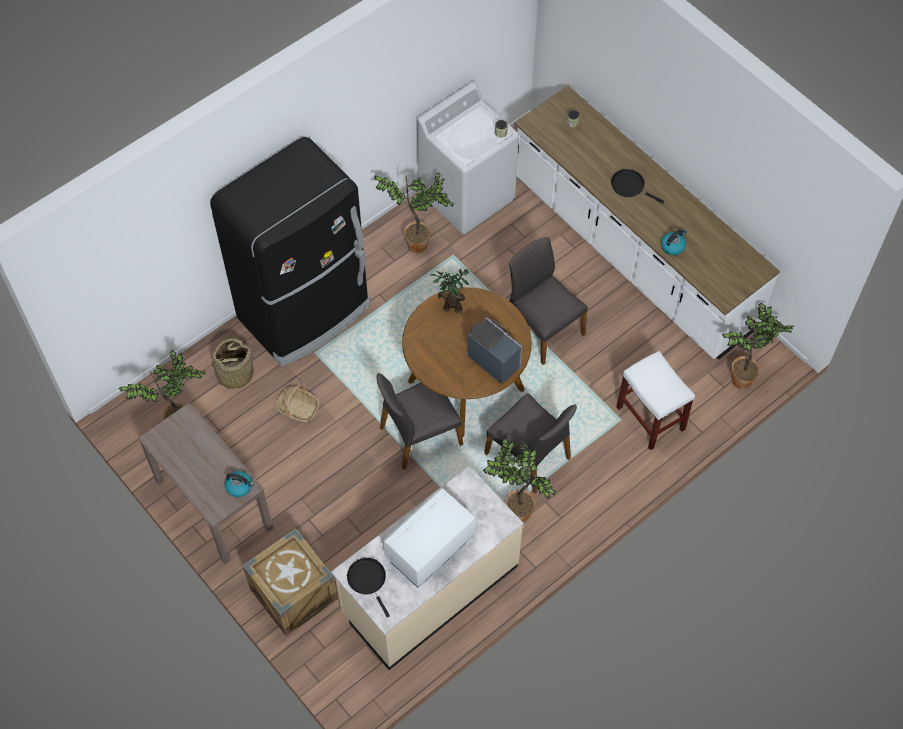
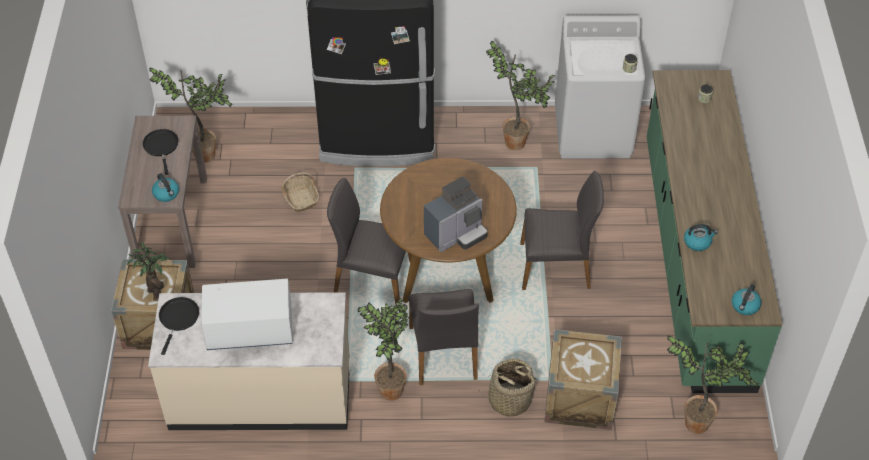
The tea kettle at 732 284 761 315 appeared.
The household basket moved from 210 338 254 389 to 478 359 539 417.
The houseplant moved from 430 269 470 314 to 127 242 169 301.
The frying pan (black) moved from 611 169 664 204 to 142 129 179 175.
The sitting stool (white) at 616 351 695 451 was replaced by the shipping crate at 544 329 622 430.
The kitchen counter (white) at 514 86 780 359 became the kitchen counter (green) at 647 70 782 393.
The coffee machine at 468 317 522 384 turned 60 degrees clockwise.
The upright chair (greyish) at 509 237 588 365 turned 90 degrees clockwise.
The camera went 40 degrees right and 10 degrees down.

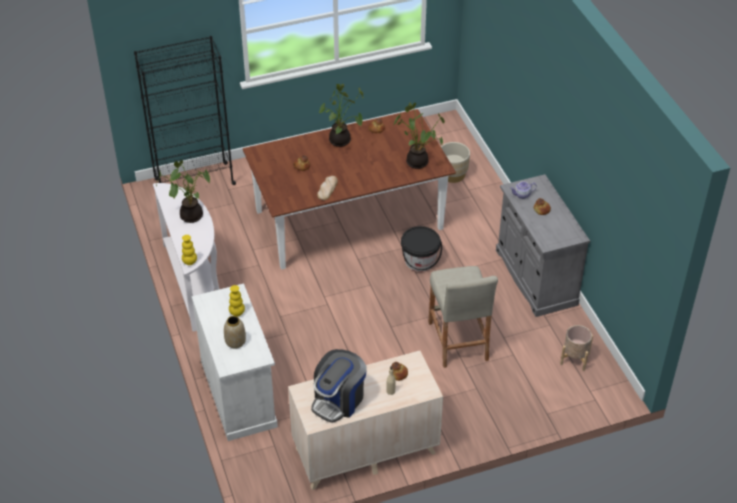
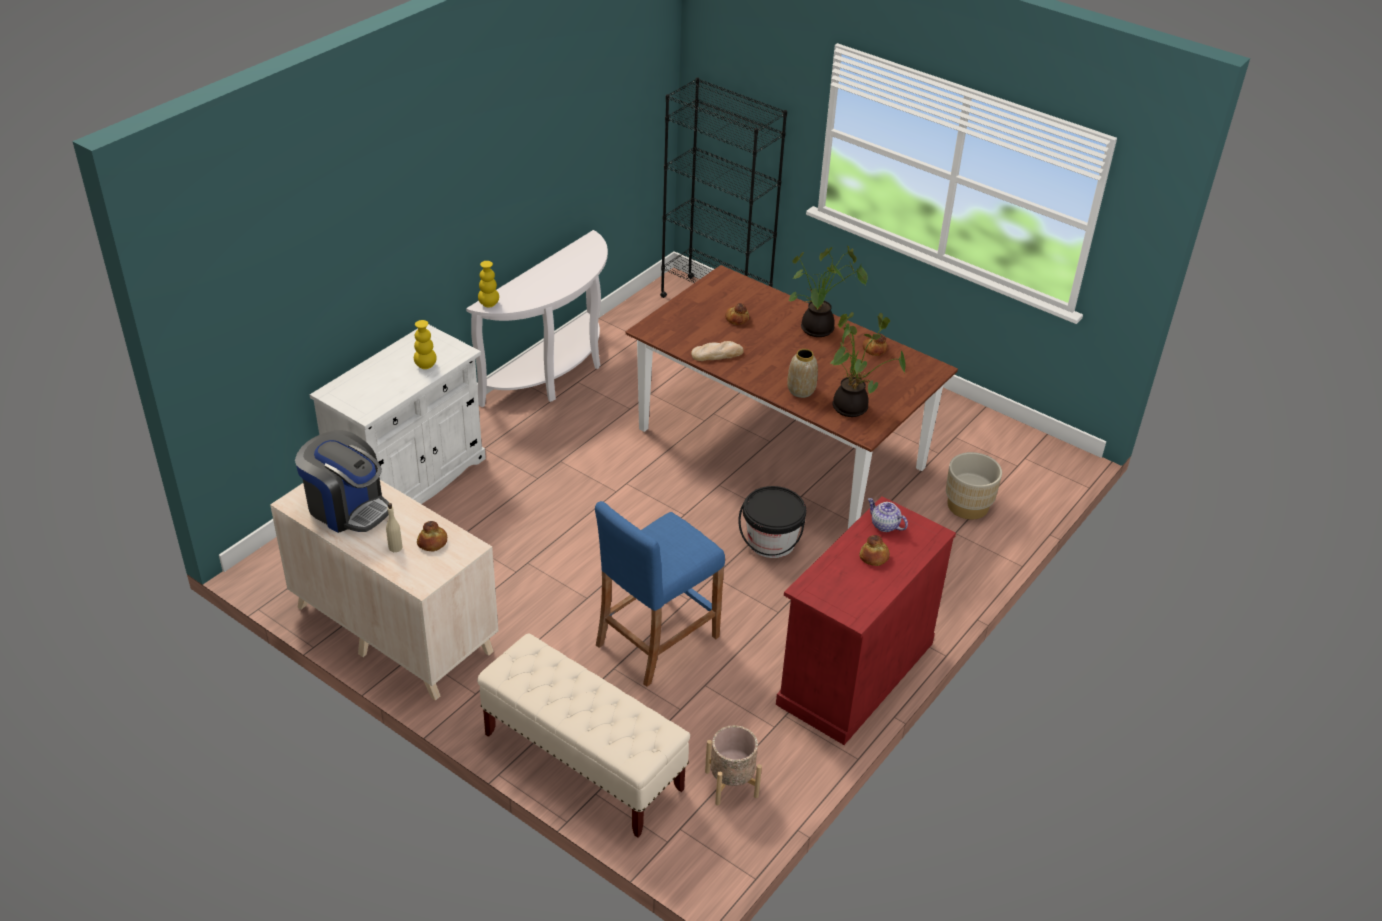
The houseplant at 156 160 210 223 disappeared.
The bench (sand-coloured) at 477 633 690 838 appeared.
The vase moved from 224 316 246 349 to 787 349 818 398.
The sitting stool (sand-coloured) at 428 266 498 368 became the sitting stool (blue-coloured) at 595 501 725 687.
The cabinet (greyish) at 496 174 590 317 became the cabinet (red) at 776 496 956 745.
The coffee machine at 311 349 367 423 turned 150 degrees counterclockwise.
The camera went 55 degrees right and 5 degrees down.

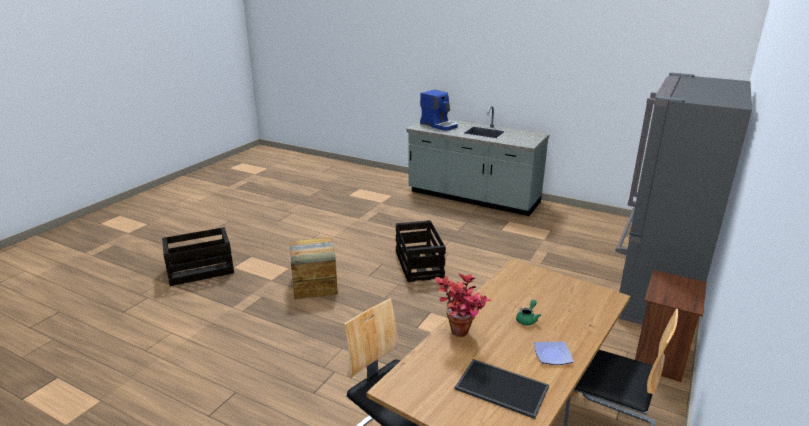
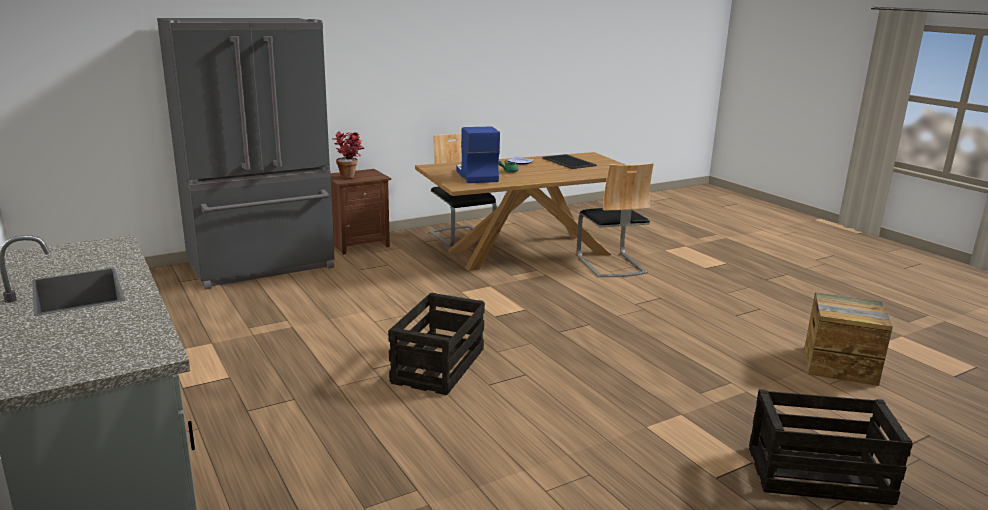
The shipping crate moved from 289 237 338 299 to 805 292 893 386.
The coffee machine moved from 420 90 458 131 to 456 127 500 183.
The houseplant moved from 435 273 492 337 to 333 131 364 179.
The camera went 150 degrees left and 5 degrees down.

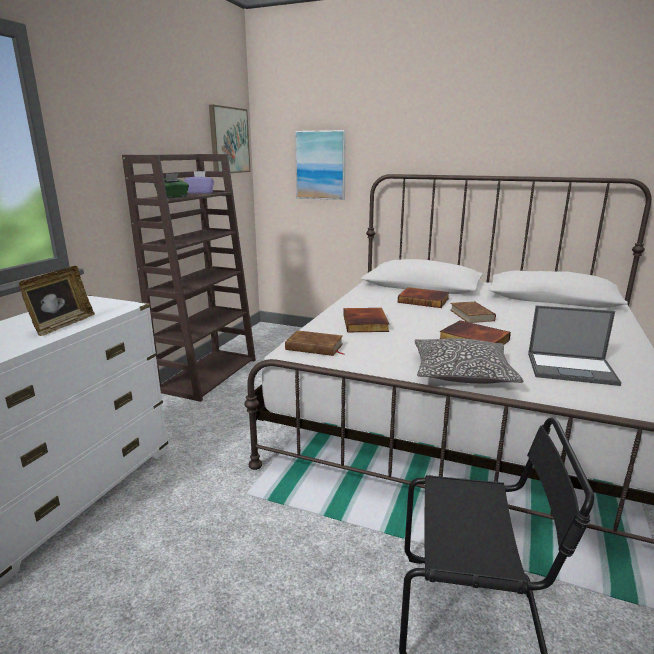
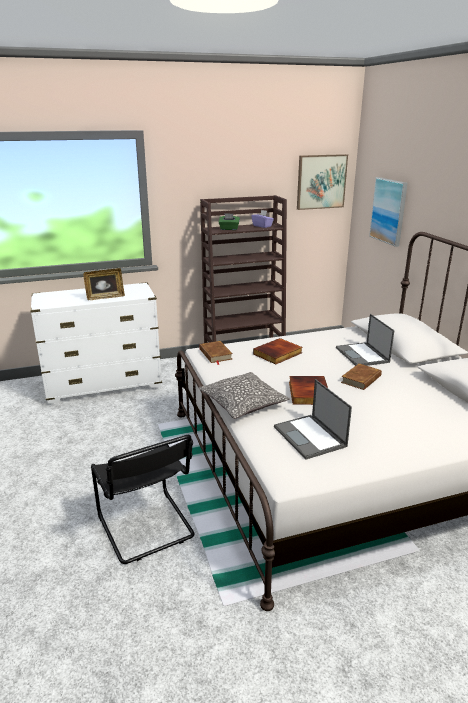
The volume at 398 287 449 308 was replaced by the laptop at 336 314 395 366.
The camera went 50 degrees right and 5 degrees up.

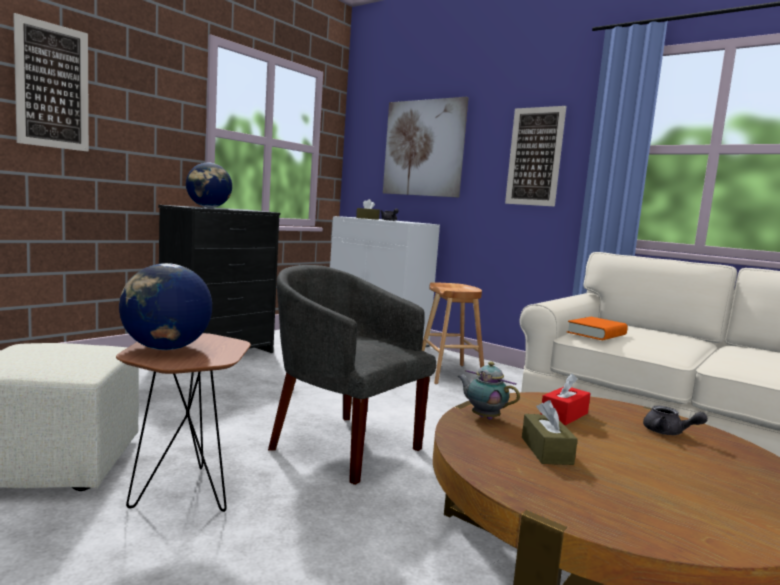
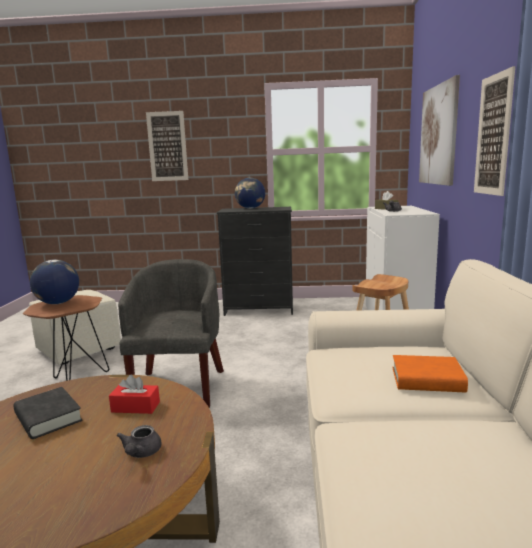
The pot for tea at 458 362 520 420 disappeared.
The volume (orange) moved from 567 317 628 340 to 392 355 468 393.
The box of tissues (brown) at 522 400 578 465 was replaced by the volume (black) at 14 387 83 439.
The camera went 55 degrees right and 5 degrees up.

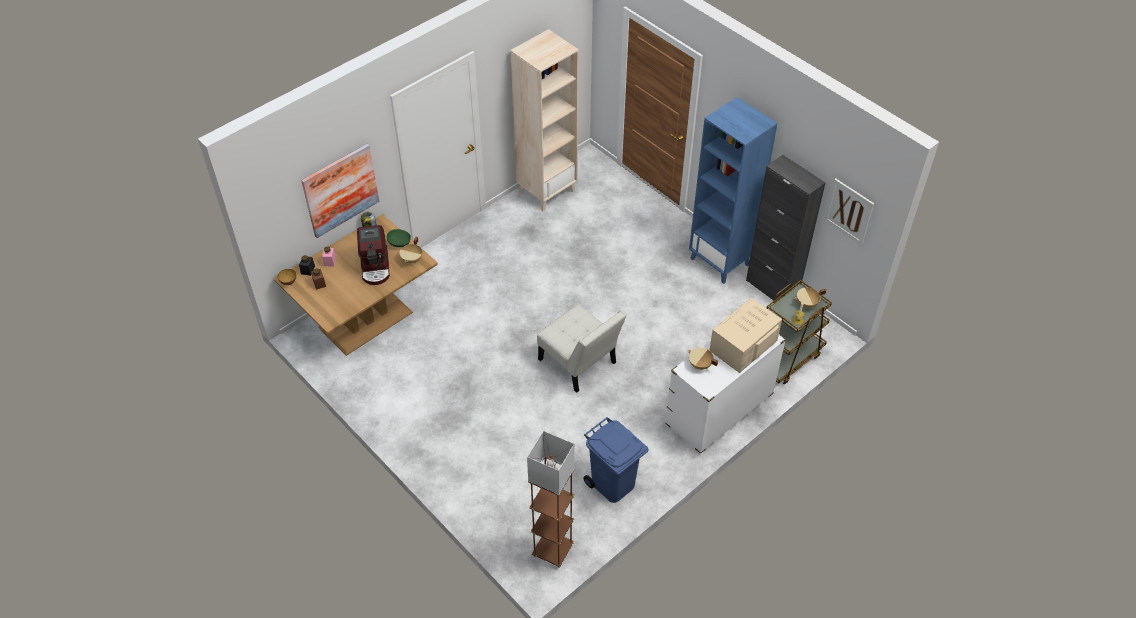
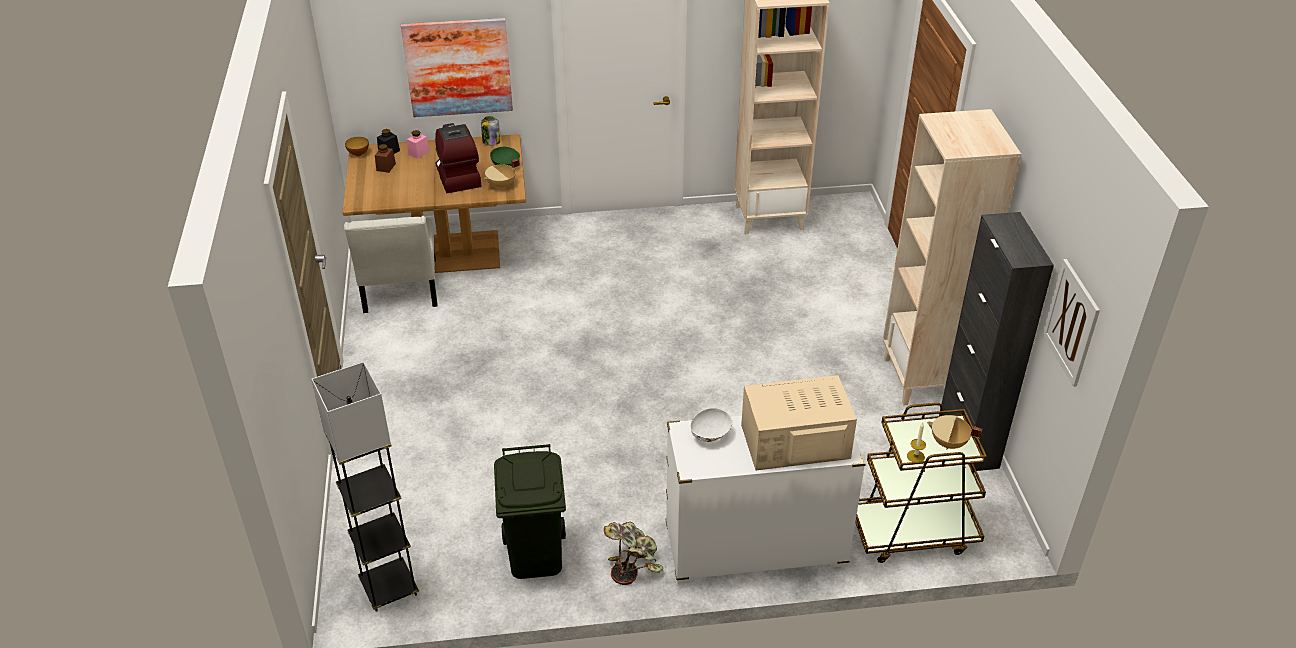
The houseplant at 604 522 664 585 appeared.
The upright chair (white) moved from 537 305 627 393 to 344 216 438 313.
The cooking pot (sand-coloured) at 688 347 718 370 was replaced by the serving bowl (white) at 690 408 732 442.
The floor lamp (brown) at 527 431 575 568 became the floor lamp (greyish) at 312 362 419 612.
The rubbish bin (blue-coloured) at 583 417 648 503 became the rubbish bin (green) at 494 444 566 579.
The bookshelf (blue-coloured) at 689 97 777 284 became the bookshelf (sand-coloured) at 883 109 1021 405.
The coffee machine at 357 225 390 285 turned 135 degrees clockwise.
The camera went 35 degrees right and 10 degrees down.

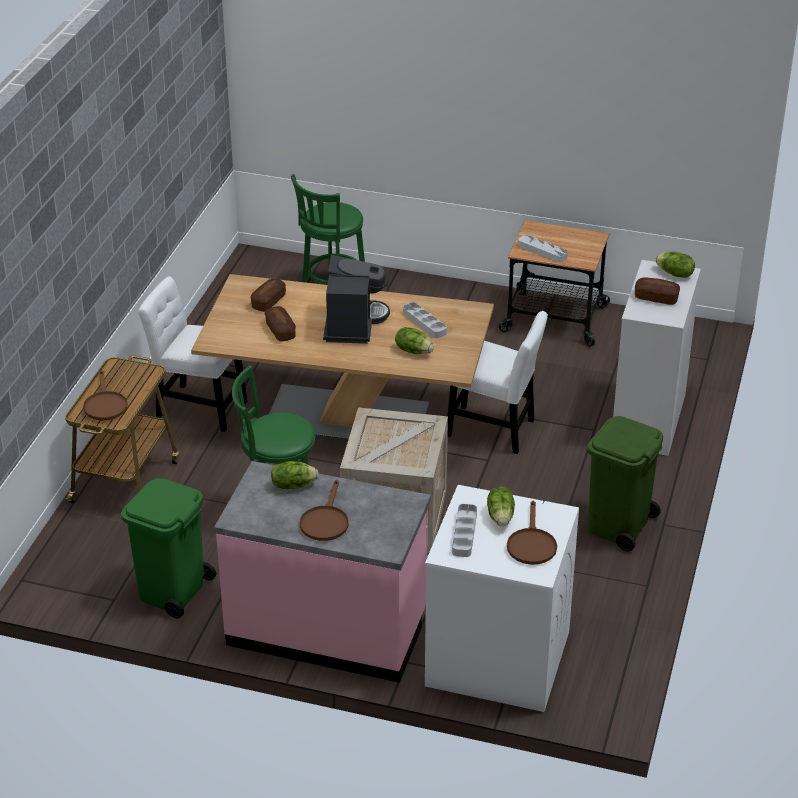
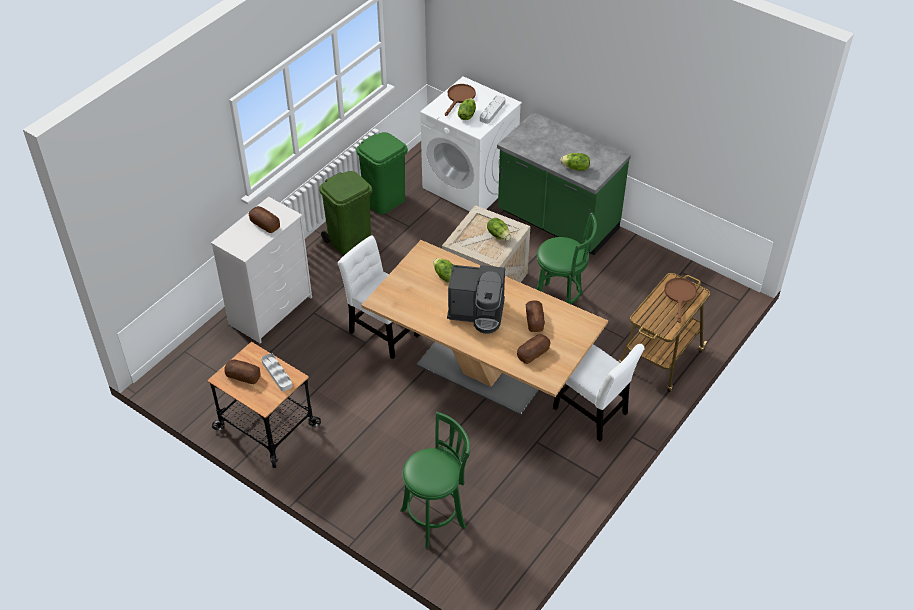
The frying pan (brown) at 300 479 349 541 disappeared.
The carrying tray (greyish) at 403 302 447 338 disappeared.
The bread at 224 360 261 384 appeared.
The rubbish bin (green) moved from 121 478 216 619 to 356 132 408 214.
The head of lettuce moved from 655 251 695 278 to 487 218 511 241.
The kitchen counter (pink-coloured) at 214 461 431 683 became the kitchen counter (green) at 497 112 631 255.
The coffee machine at 323 255 390 344 turned 105 degrees counterclockwise.
The camera went 160 degrees left and 10 degrees up.

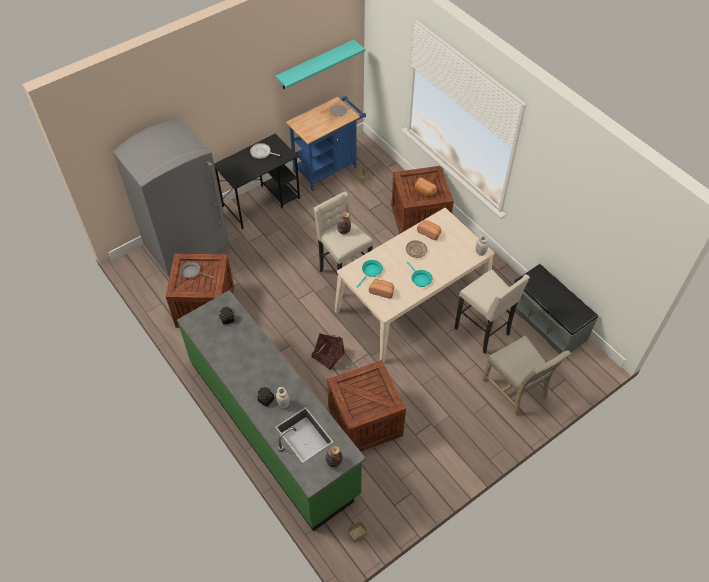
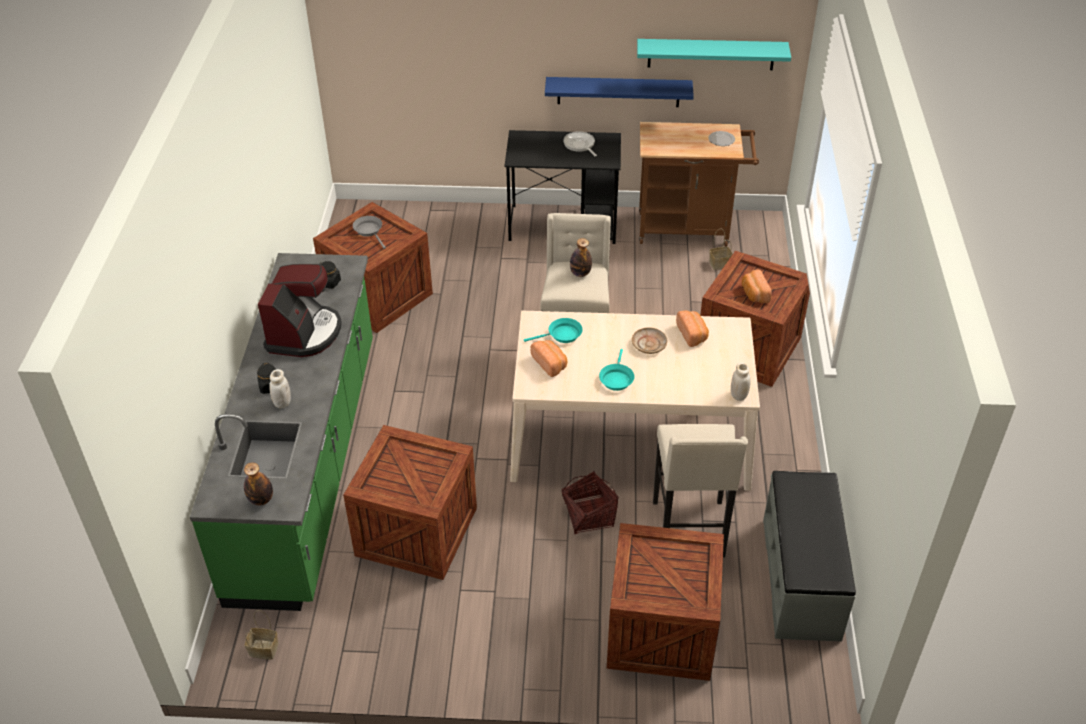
The fridge (greyish) at 113 120 230 277 disappeared.
The coffee machine at 258 264 341 357 appeared.
The wall shelf (blue-coloured) at 545 77 694 107 appeared.
The household basket moved from 312 333 345 370 to 562 471 618 534.
The upright chair (sand-coloured) at 483 335 571 416 was replaced by the shipping crate at 607 523 724 681.
The trolley (blue-coloured) at 286 96 366 191 became the trolley (brown) at 639 122 759 246.
The camera went 40 degrees right and 10 degrees down.

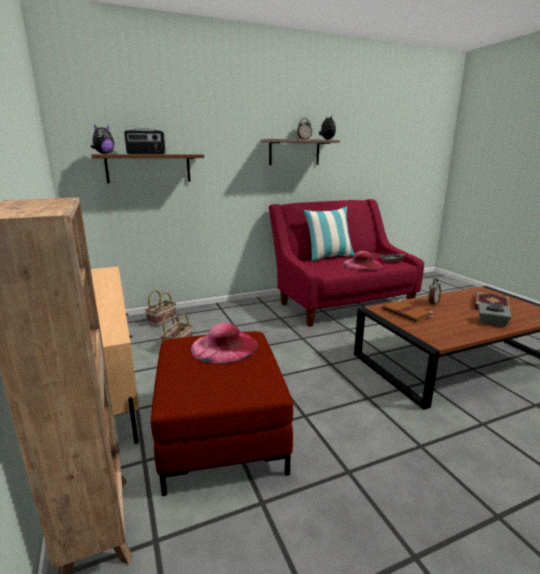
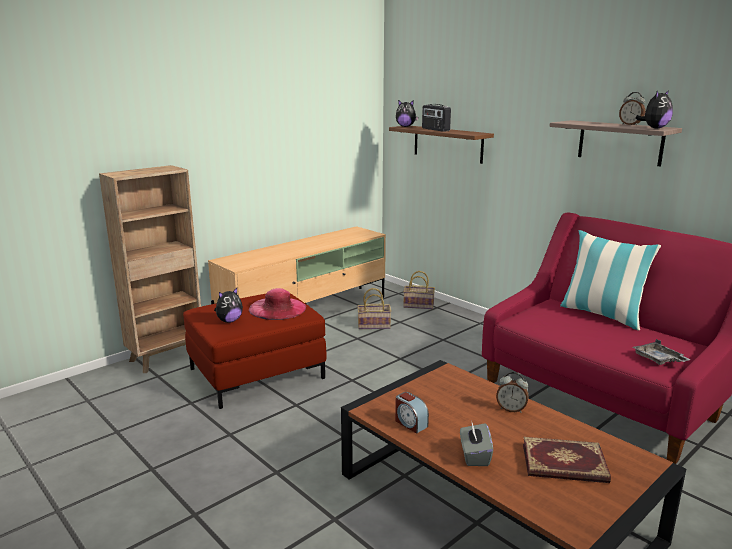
The clothing hat (pink-coloured) at 343 251 383 271 disappeared.
The volume (brown) at 382 300 433 322 disappeared.
The soft toy at 214 288 243 323 appeared.
The alarm clock at 395 392 429 433 appeared.
The camera went 70 degrees right and 0 degrees up.

